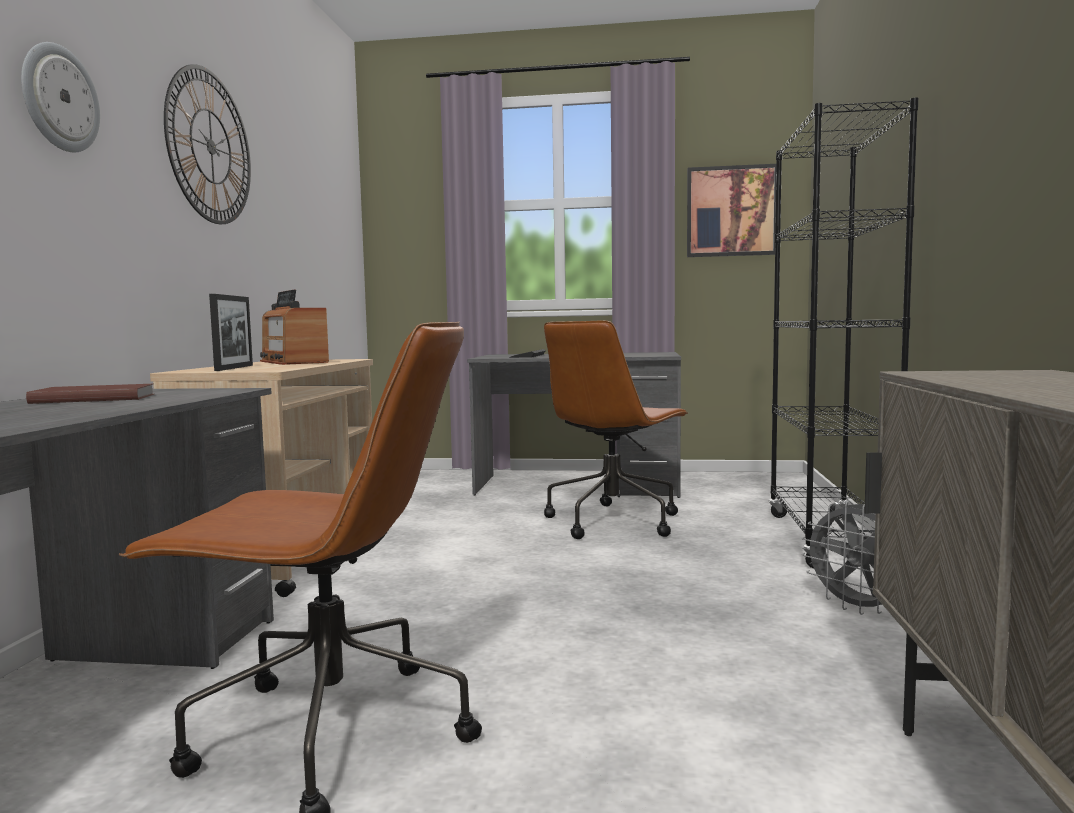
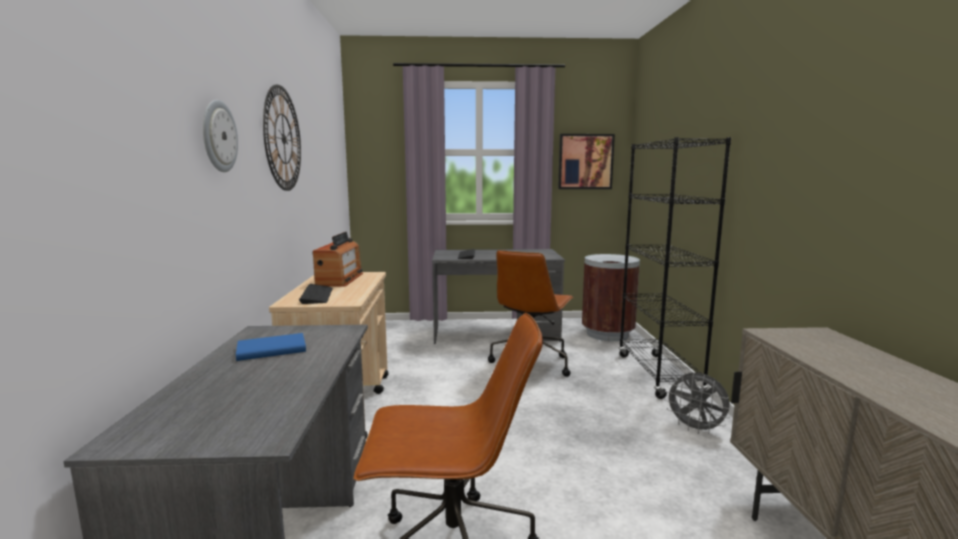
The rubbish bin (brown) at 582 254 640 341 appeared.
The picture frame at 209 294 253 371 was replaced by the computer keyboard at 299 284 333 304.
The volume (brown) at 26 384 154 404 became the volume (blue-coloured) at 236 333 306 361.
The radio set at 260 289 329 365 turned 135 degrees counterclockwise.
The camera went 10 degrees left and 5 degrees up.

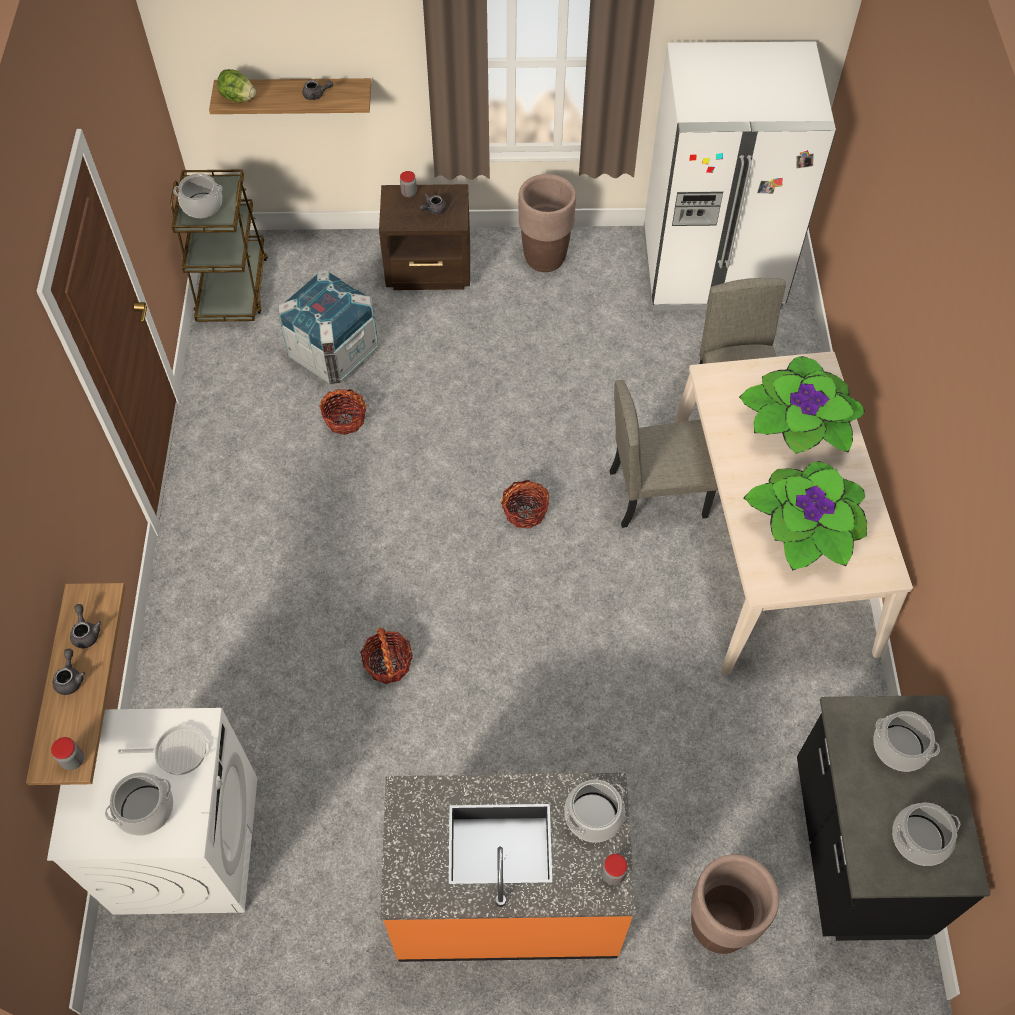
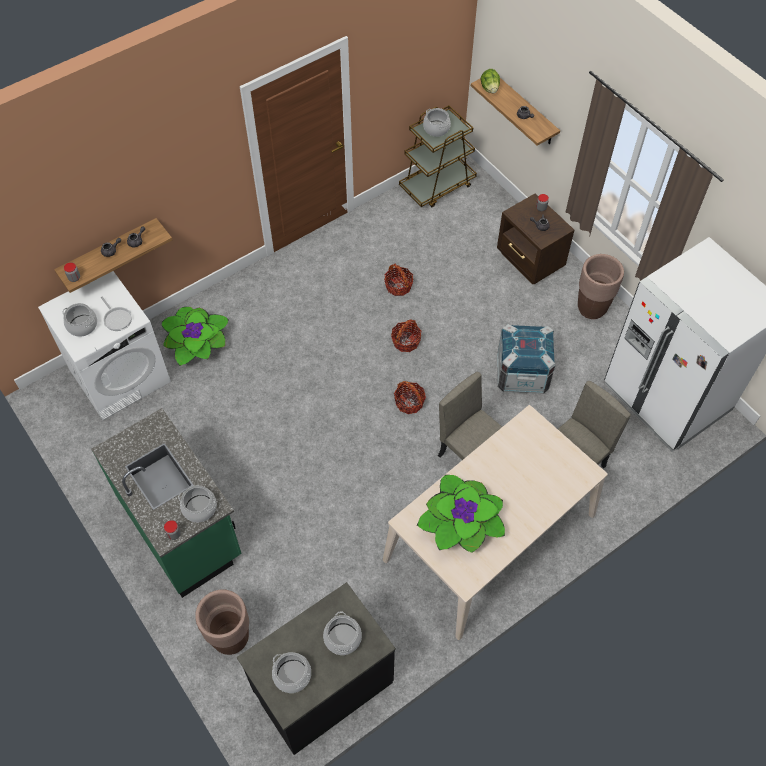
The shipping crate moved from 278 271 378 384 to 497 324 555 394.
The household basket moved from 360 628 413 684 to 391 319 422 352.
The houseplant moved from 739 356 865 454 to 162 307 229 366.
The kitchen counter (orange) at 380 773 636 962 became the kitchen counter (green) at 91 408 242 598.
The camera went 55 degrees right and 0 degrees up.

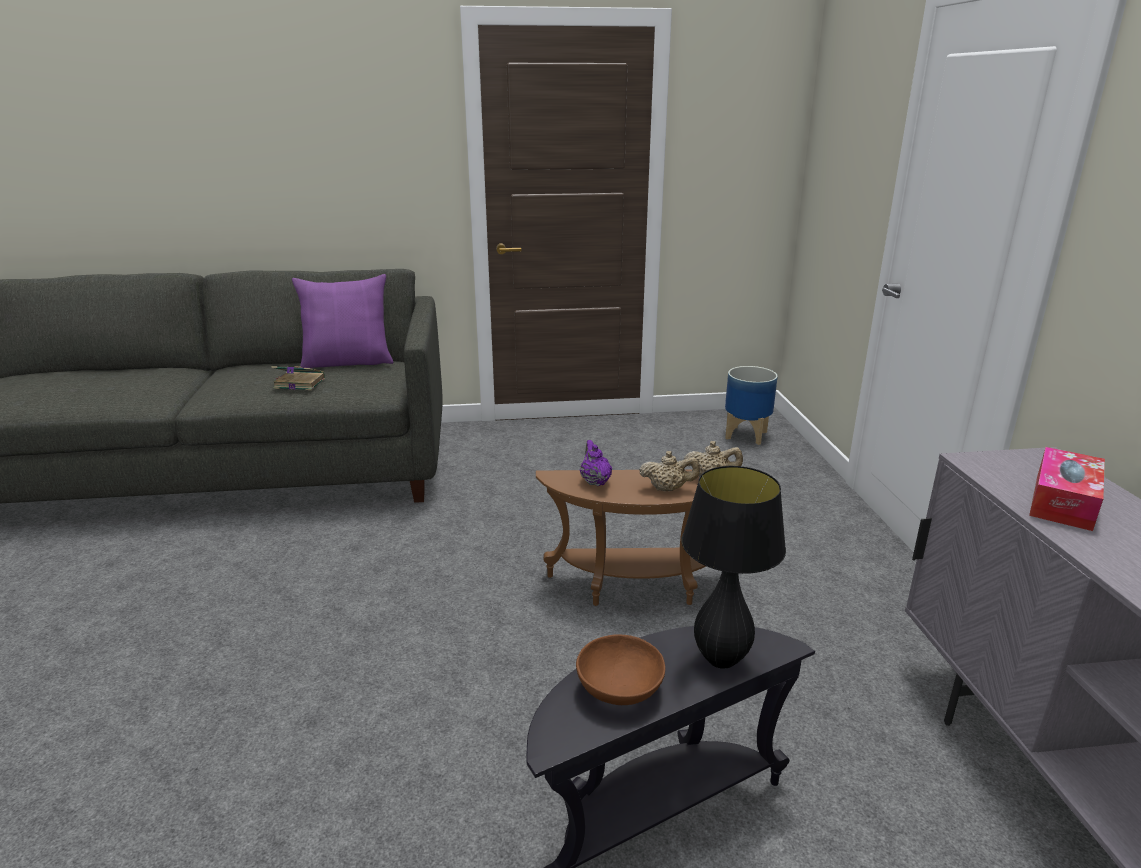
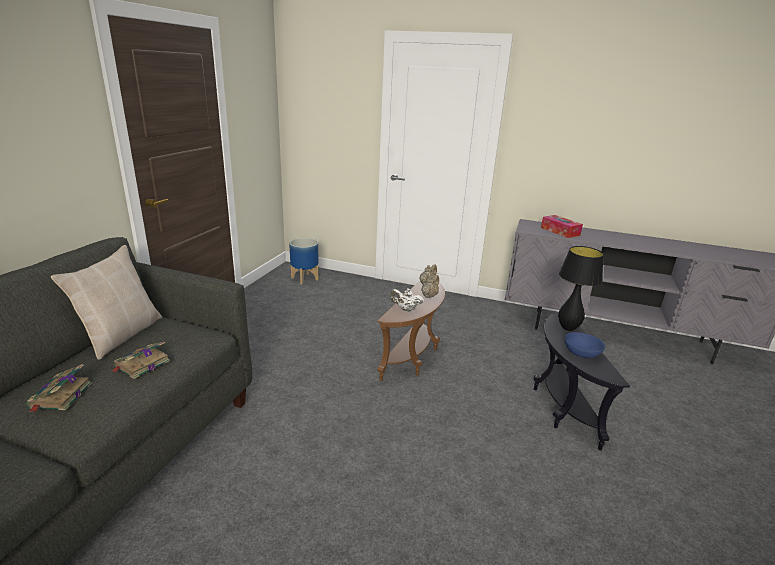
The volume at 27 364 92 413 appeared.
The pillow (purple-coloured) at 292 274 393 368 became the pillow (sand-coloured) at 51 245 162 360.
The serving bowl (brown) at 576 634 665 705 became the serving bowl (blue-coloured) at 565 332 605 358.
The pot for tea (purple-coloured) at 580 440 612 486 became the pot for tea (white) at 390 288 424 311.
The camera went 65 degrees left and 0 degrees up.

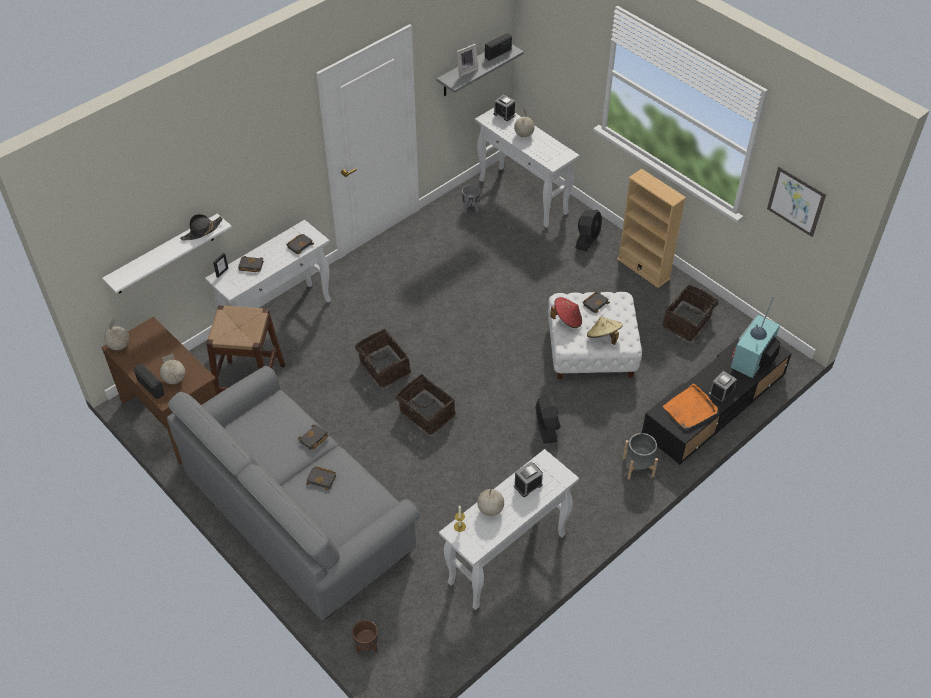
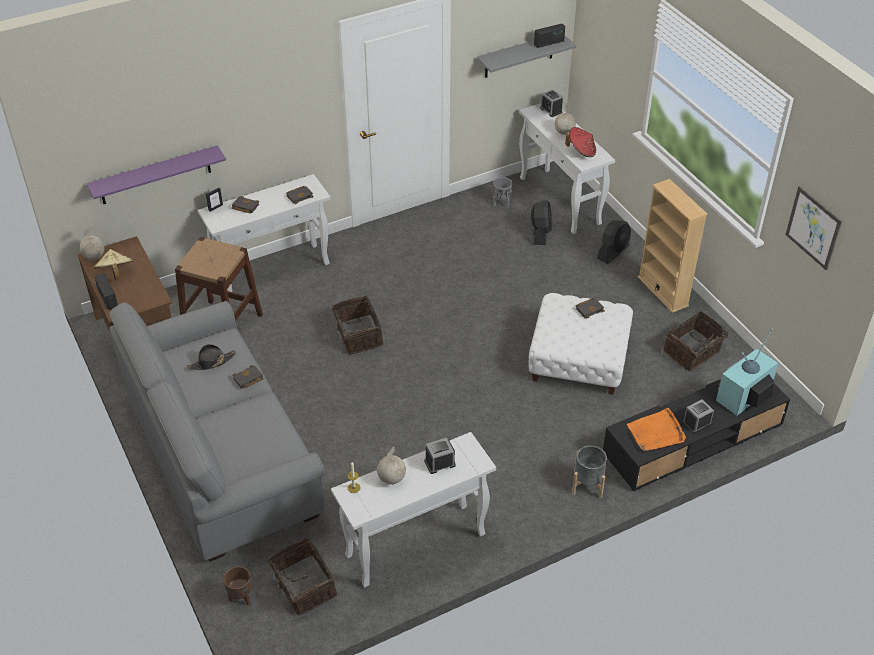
The world globe at 160 353 185 384 disappeared.
The volume (black) at 306 466 336 490 disappeared.
The picture frame at 457 44 478 77 disappeared.
The clothing hat (black) moved from 180 214 223 240 to 187 344 236 370.
The household basket moved from 396 374 456 435 to 268 538 337 615.
The cooling fan (black) moved from 535 393 561 444 to 531 200 552 245.
The clothing hat (red) moved from 550 297 582 328 to 565 127 596 157.
The clothing hat (sand-coloured) moved from 587 317 623 345 to 93 249 134 280.
The wall shelf (white) at 102 213 232 294 became the wall shelf (purple-coloured) at 86 146 226 204.
The camera went 15 degrees right and 5 degrees down.

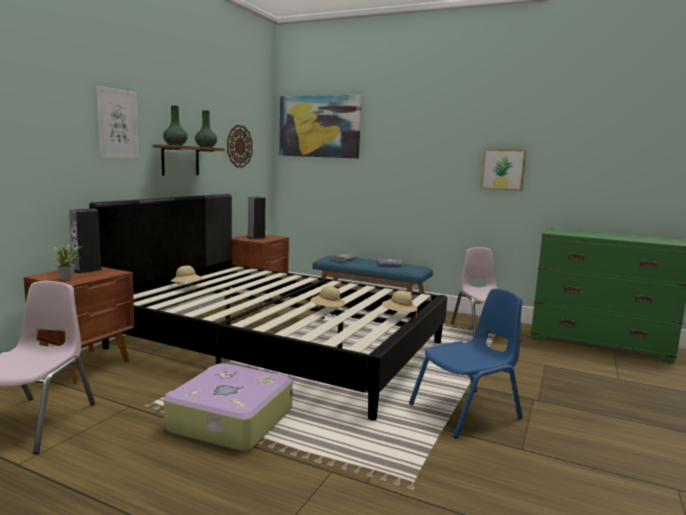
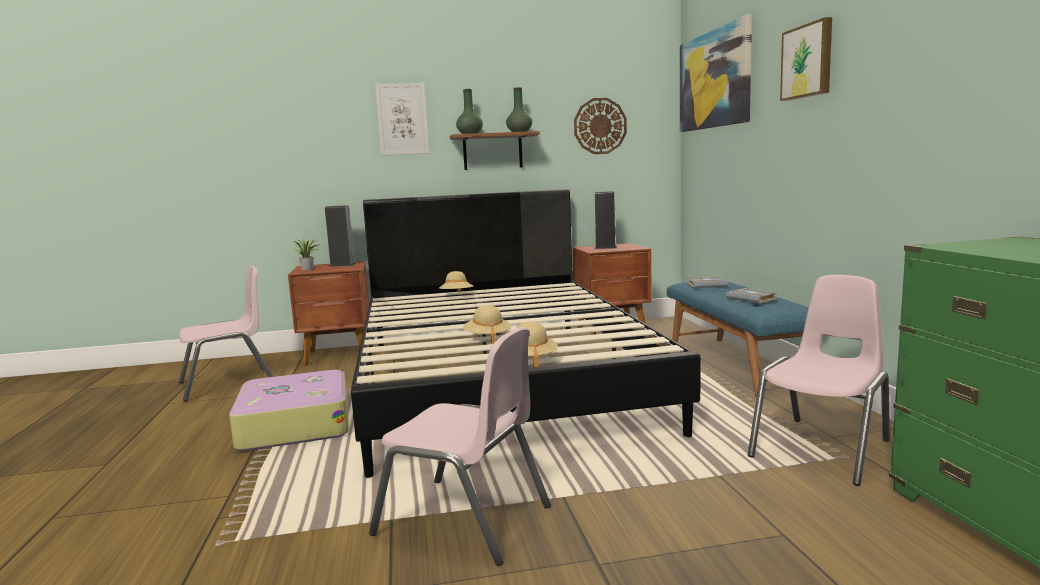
The wall art moved from 481 149 526 191 to 780 17 832 101.
The upright chair (blue-coloured) at 409 288 523 439 became the upright chair (pink-coloured) at 369 327 551 566.
The camera went 55 degrees right and 0 degrees up.

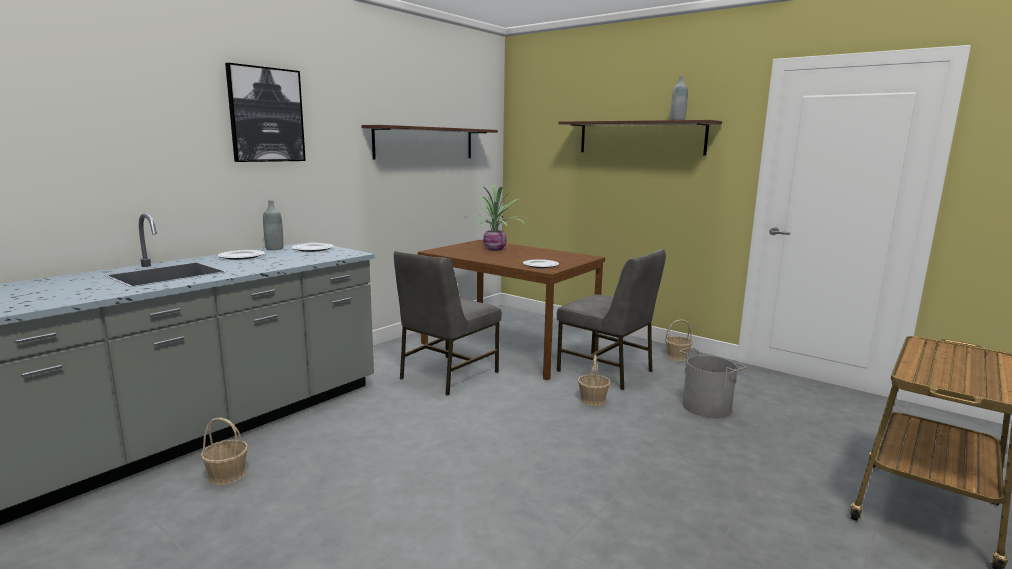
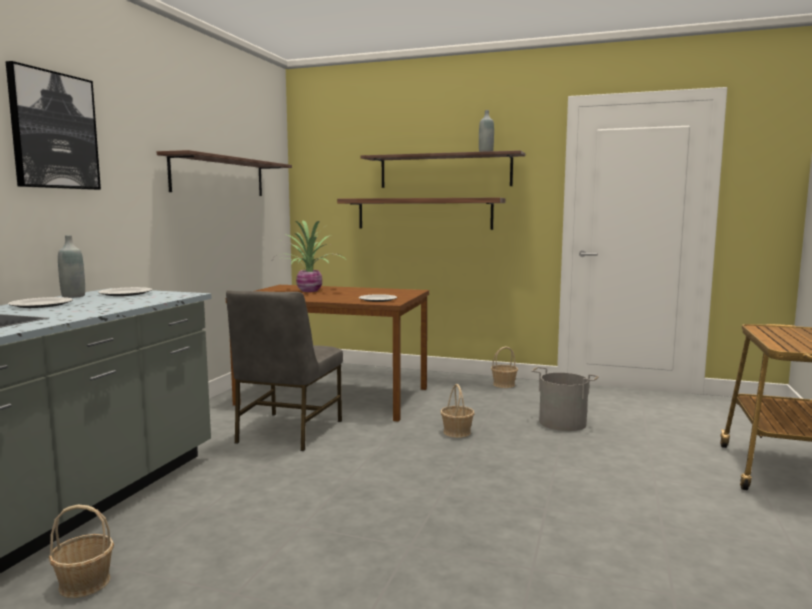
The upright chair (greyish) at 557 249 666 390 disappeared.
The wall shelf at 337 198 505 230 appeared.
The camera went 20 degrees left and 5 degrees down.

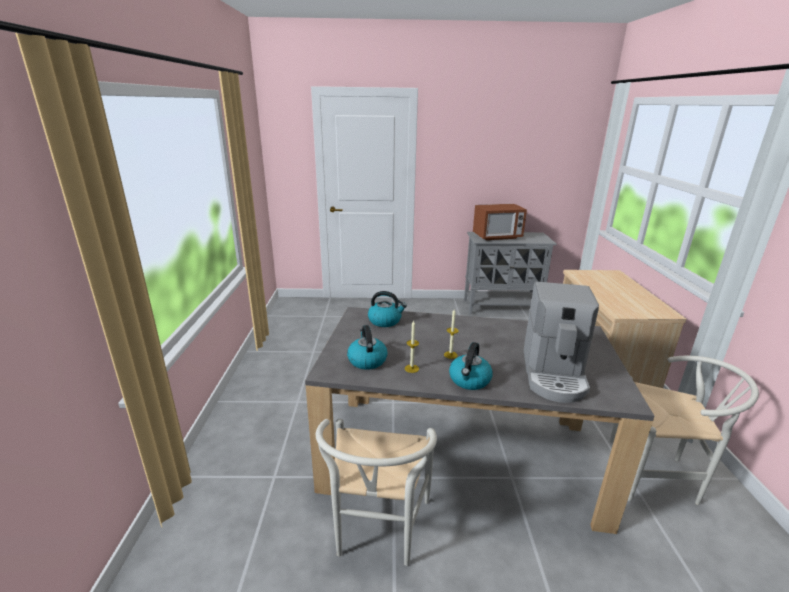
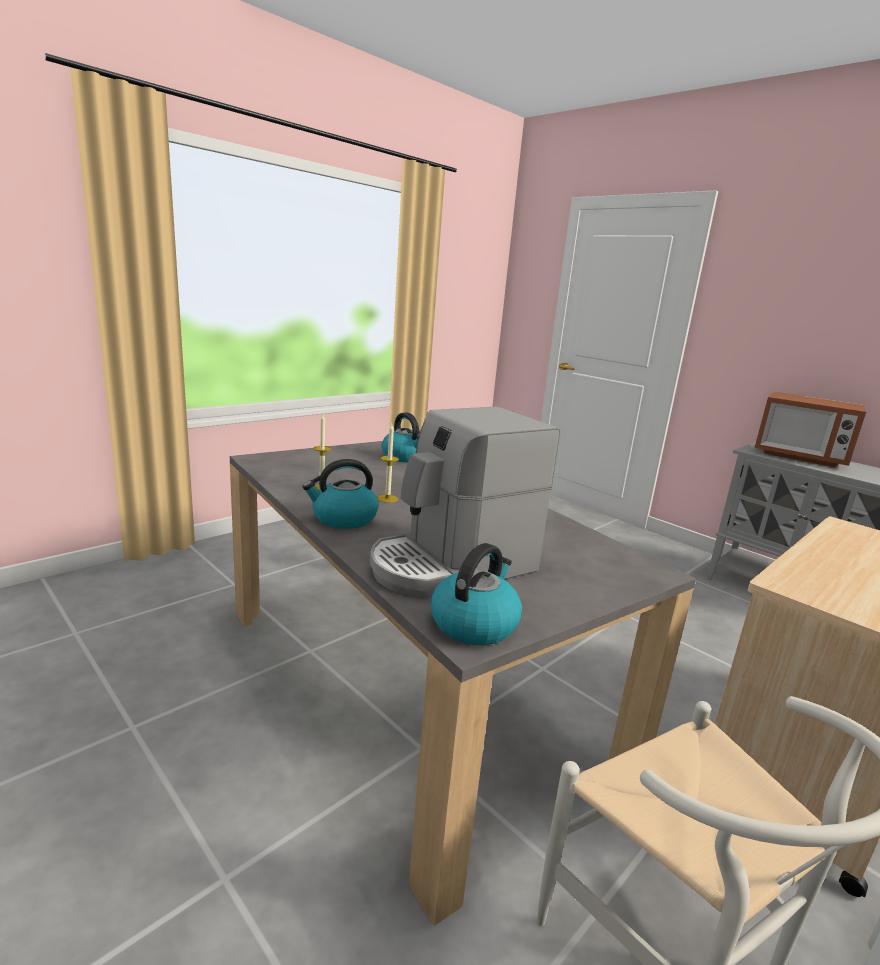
The upright chair (white) at 316 419 437 566 disappeared.
The tea kettle moved from 347 325 388 370 to 431 543 522 645.
The camera went 45 degrees right and 5 degrees down.

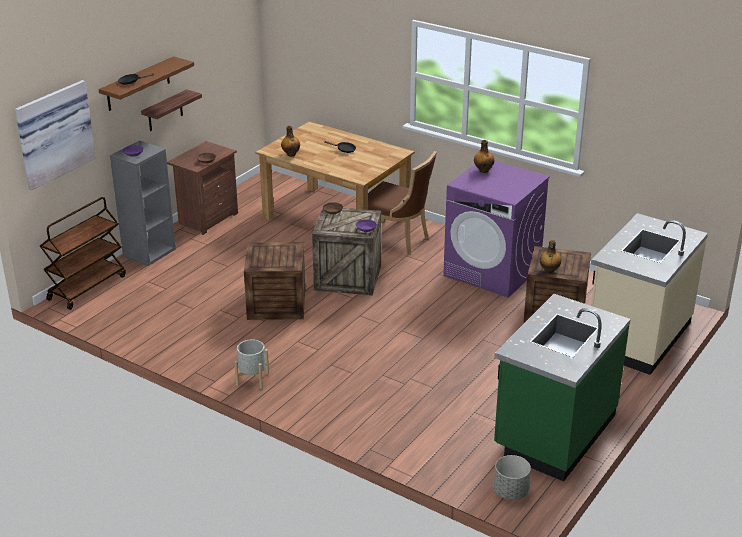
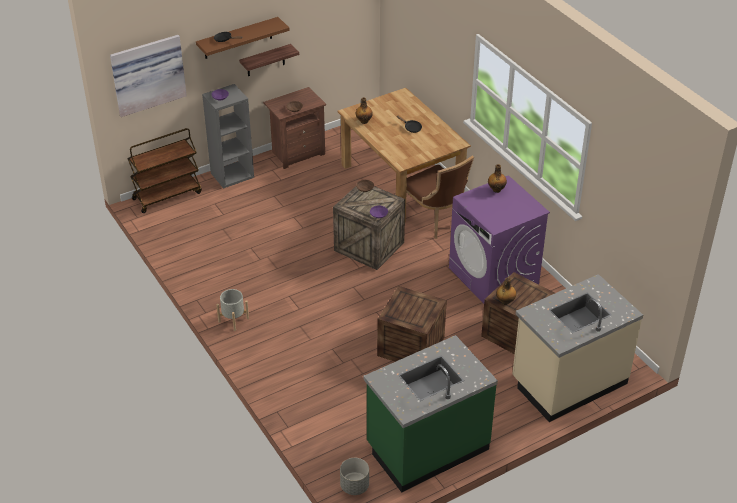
The shipping crate moved from 244 242 305 320 to 377 286 447 362.
The camera went 25 degrees right and 10 degrees up.

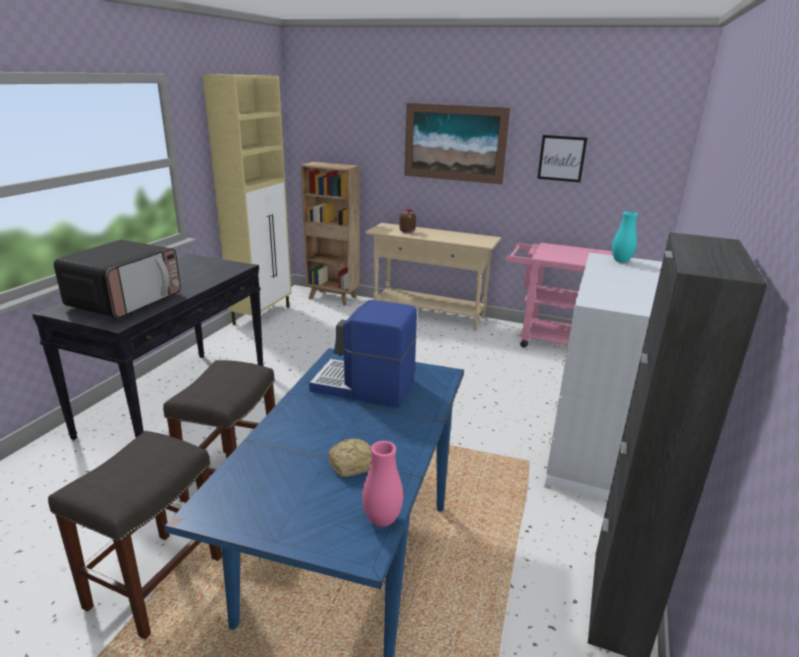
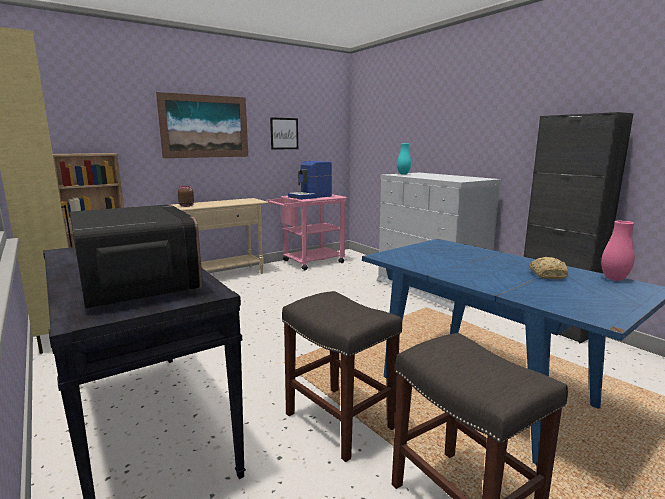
The coffee machine moved from 309 300 417 407 to 288 161 332 200.
The camera went 55 degrees left and 10 degrees down.

